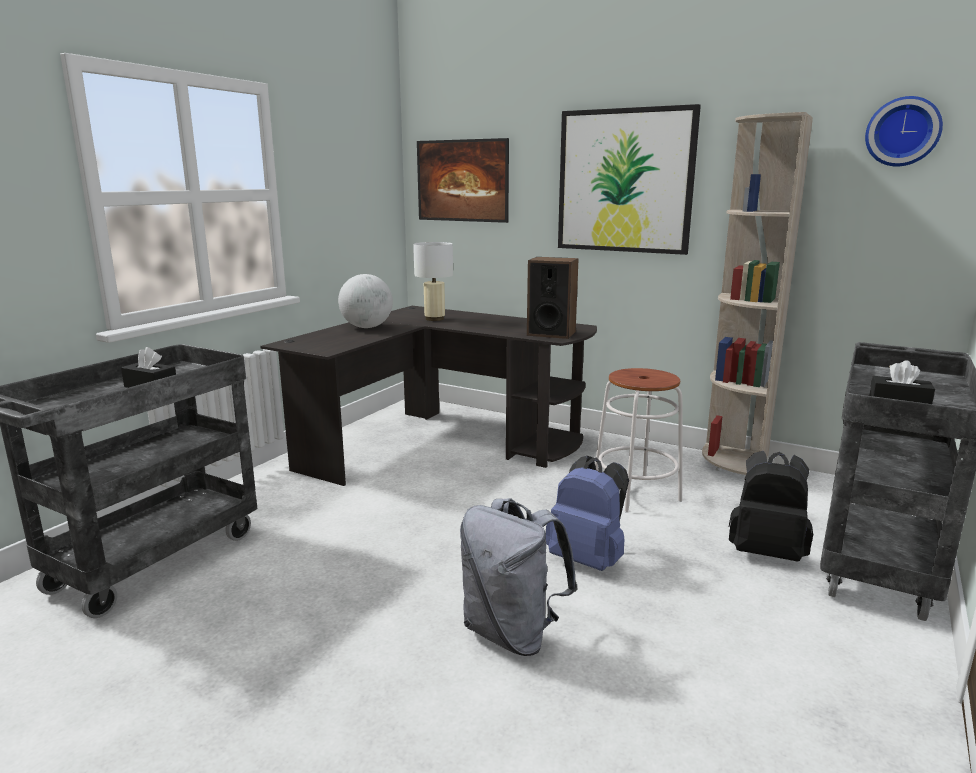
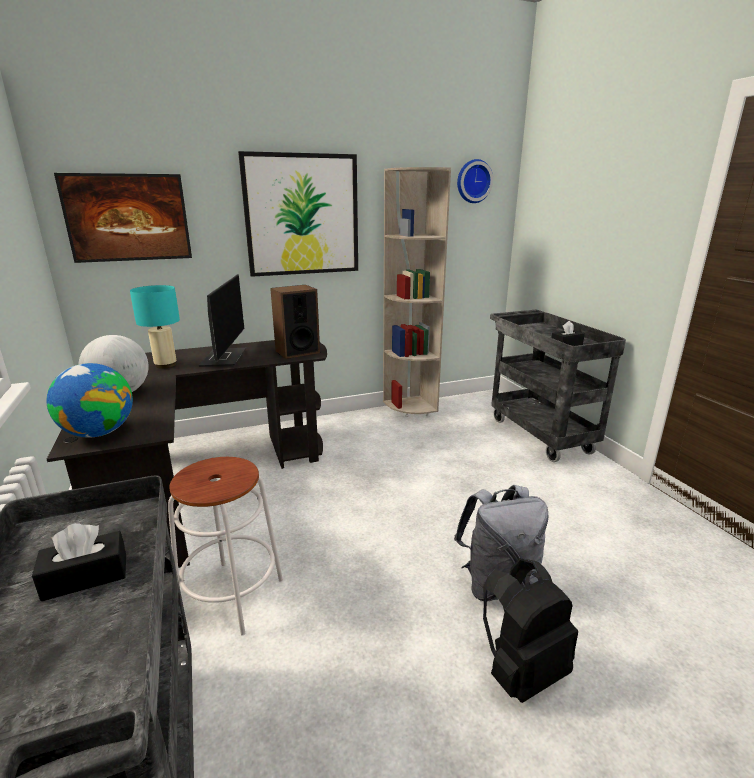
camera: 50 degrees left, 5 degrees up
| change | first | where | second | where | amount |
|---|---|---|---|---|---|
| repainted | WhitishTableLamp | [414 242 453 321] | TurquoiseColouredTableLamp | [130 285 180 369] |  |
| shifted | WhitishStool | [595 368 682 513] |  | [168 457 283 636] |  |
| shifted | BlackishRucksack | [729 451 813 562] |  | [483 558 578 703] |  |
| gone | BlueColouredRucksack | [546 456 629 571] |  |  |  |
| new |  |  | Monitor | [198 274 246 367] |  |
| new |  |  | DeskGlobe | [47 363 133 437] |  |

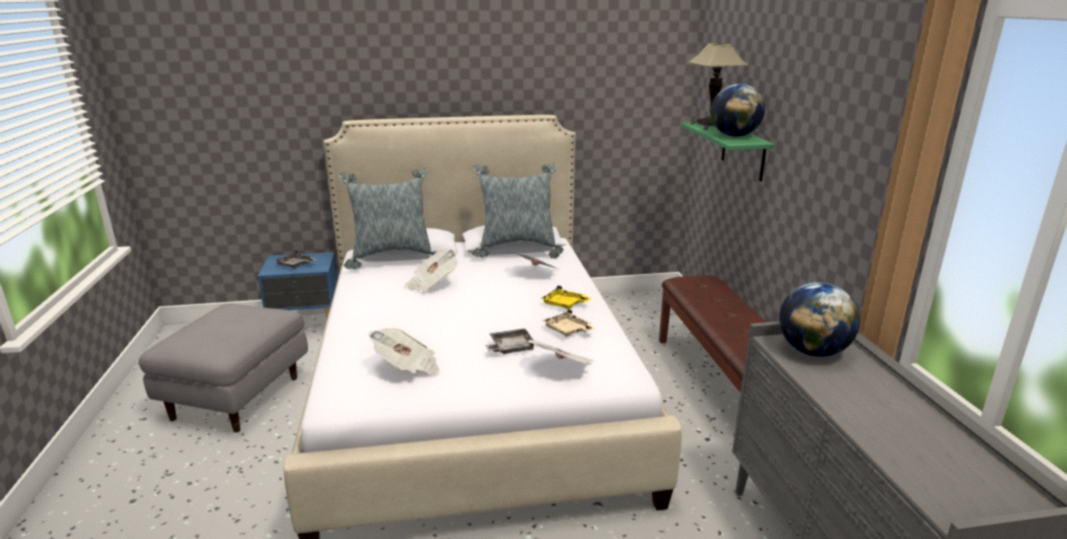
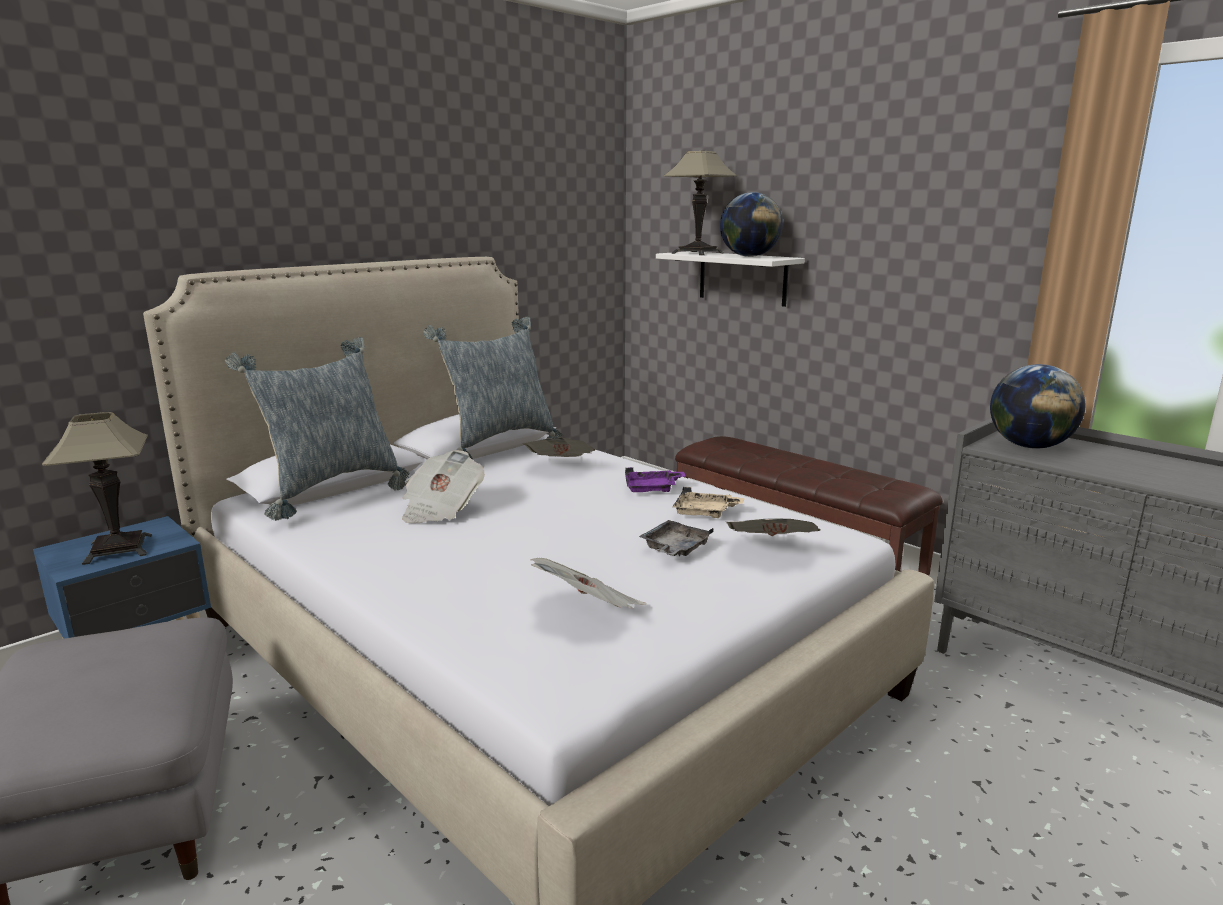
camera: 35 degrees left, 5 degrees down
| change | first | where | second | where | amount |
|---|---|---|---|---|---|
| repainted | GreenColouredWallShelf | [681 122 775 182] | WhitishWallShelf | [656 251 805 307] |  |
| swapped | GrayServingTray | [274 250 317 269] | TableLamp | [42 412 152 565] |  |
| repainted | YellowishServingTray | [541 285 592 309] | PurplishServingTray | [625 467 686 492] |  |

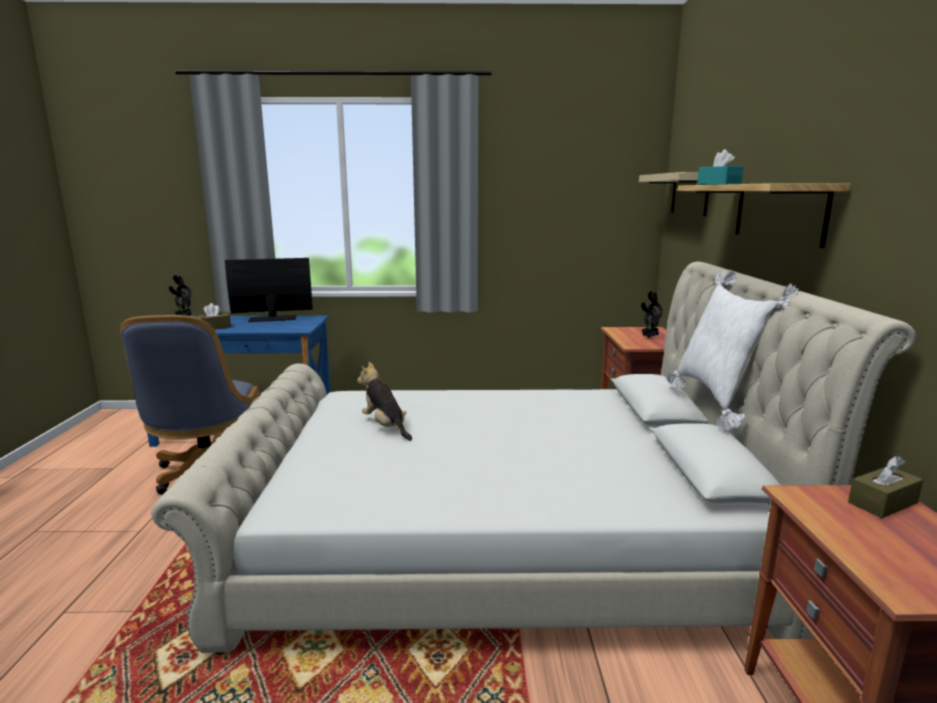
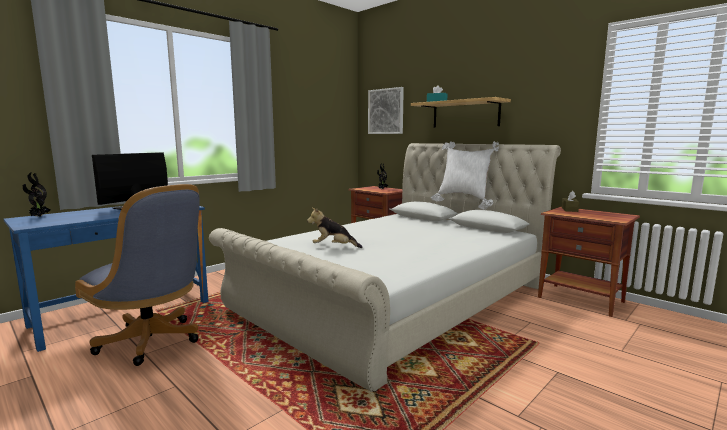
camera: 45 degrees left, 5 degrees down
| change | first | where | second | where | amount |
|---|---|---|---|---|---|
| swapped | BeigeColouredWallShelf | [639 172 709 216] | WallPicture | [368 87 404 134] |  |
| gone | BrownishTissueHolder | [196 303 231 330] |  |  |  |

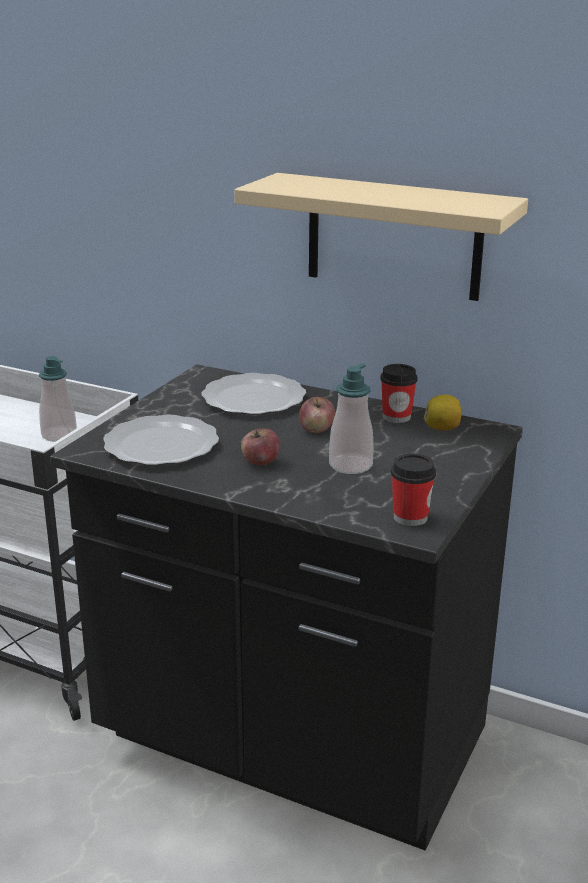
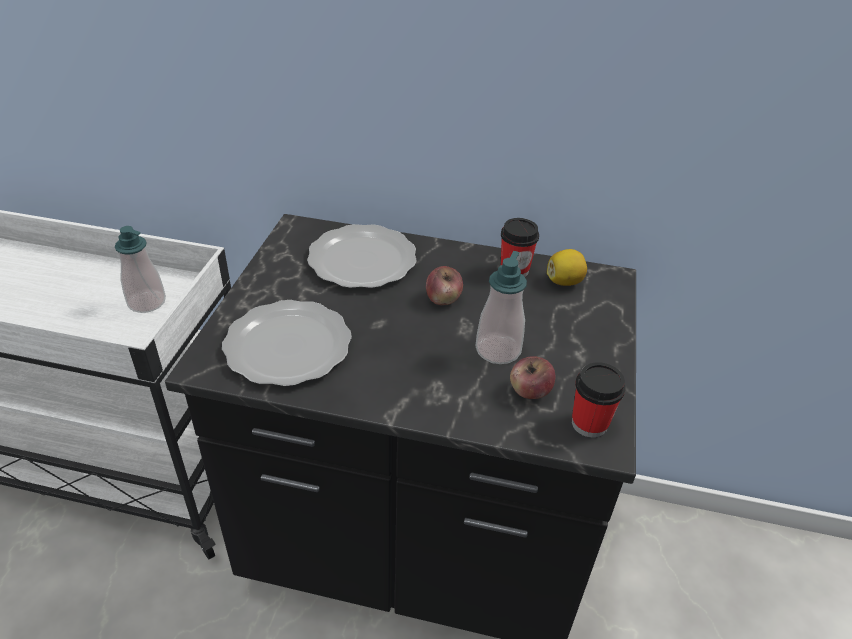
camera: 15 degrees left, 15 degrees up
| change | first | where | second | where | amount |
|---|---|---|---|---|---|
| gone | BeigeColouredWallShelf | [234 173 528 301] |  |  |  |
| shifted | WholeApple | [241 428 280 465] |  | [510 356 555 399] |  |

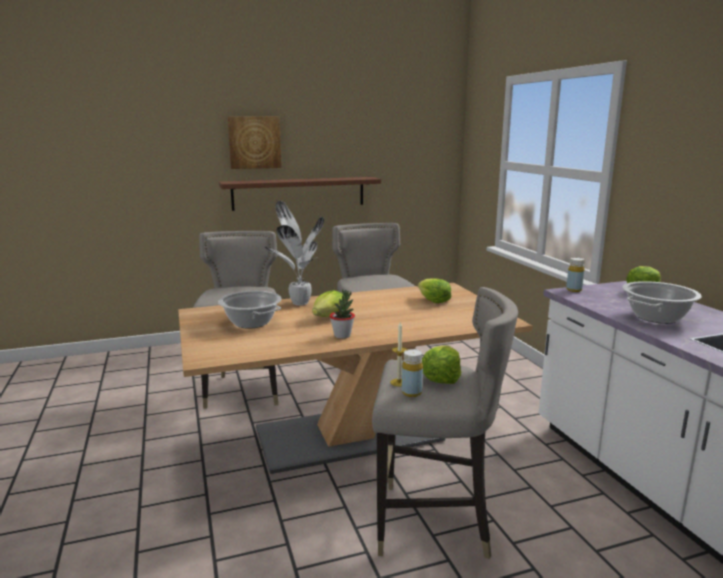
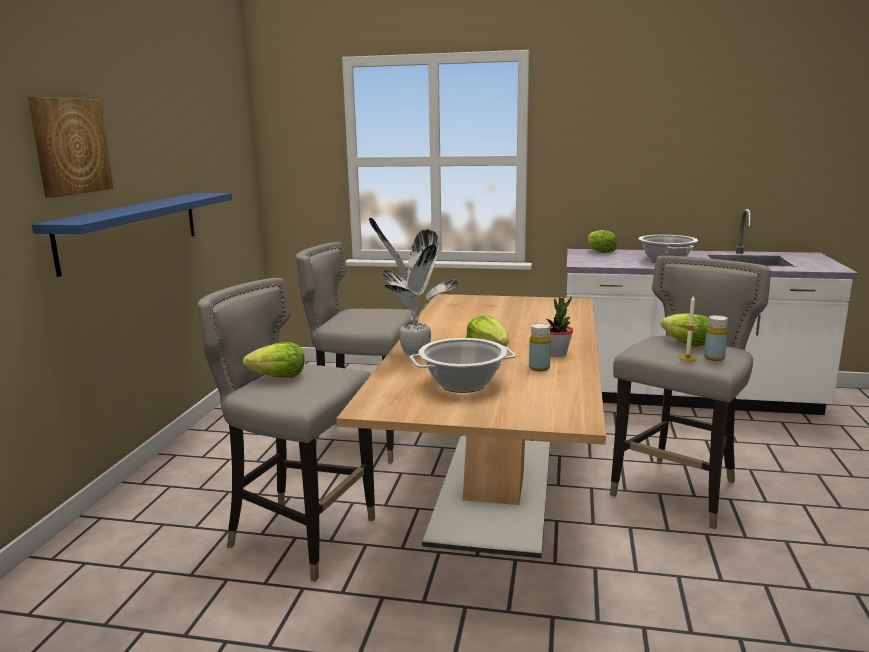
camera: 60 degrees left, 0 degrees up
| change | first | where | second | where | amount |
|---|---|---|---|---|---|
| repainted | BrownishWallShelf | [219 177 381 211] | BlueColouredWallShelf | [32 193 232 277] |  |
| shifted | YellowishBottle | [566 257 585 292] |  | [529 323 551 371] |  |
| shifted | LettuceHead | [418 278 451 303] |  | [243 342 304 378] |  |

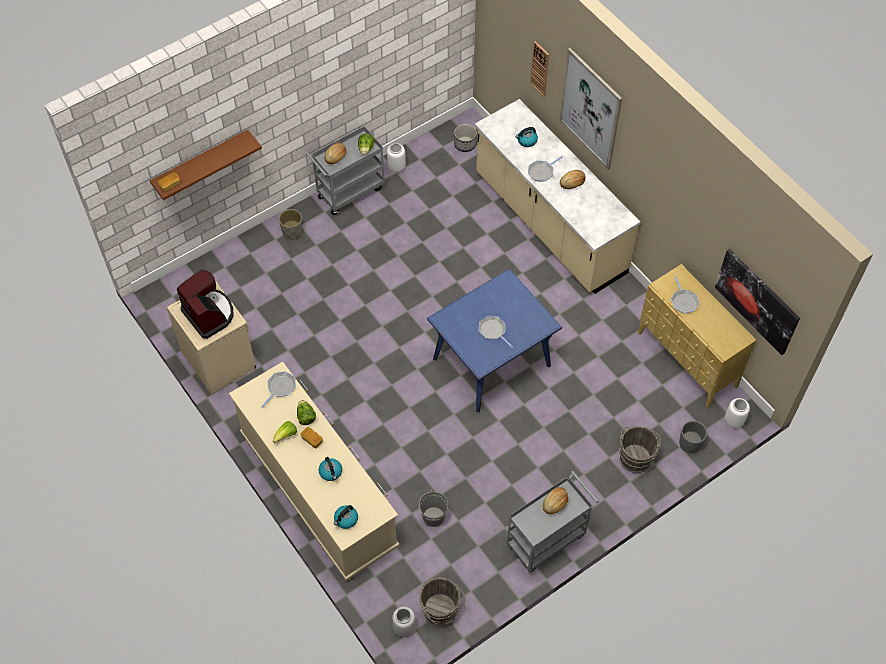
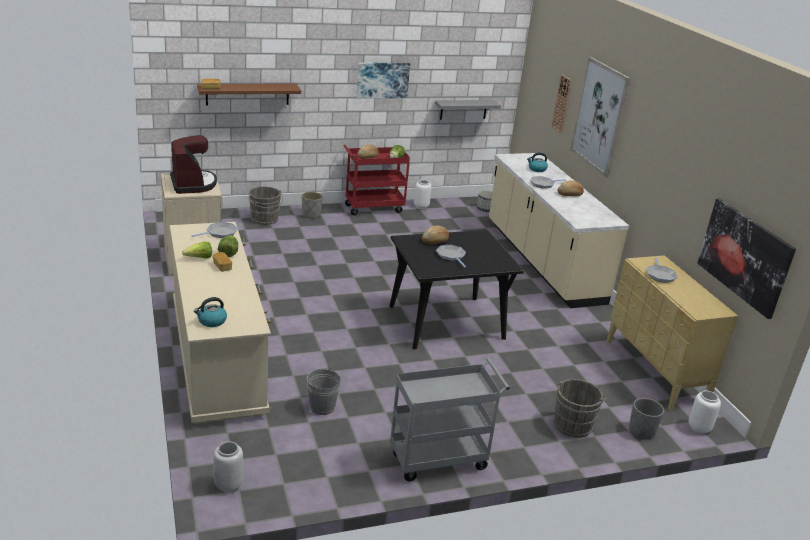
camera: 15 degrees right, 30 degrees down
| change | first | where | second | where | amount |
|---|---|---|---|---|---|
| repainted | GrayCart | [306 127 385 215] | ReddishCart | [344 145 410 215] |  |
| repainted | BlueColouredKitchenTable | [427 269 562 413] | BlackishKitchenTable | [389 230 524 349] |  |
| gone | TeaKettle | [319 457 342 481] |  |  |  |
| shifted | BakedBread | [543 487 568 514] |  | [422 226 449 244] |  |
| shifted | GrayBucket | [419 578 466 626] |  | [248 187 283 225] |  |
| new |  |  | WallPicture | [356 63 410 98] |  |
| new |  |  | GrayWallShelf | [435 100 501 120] |  |

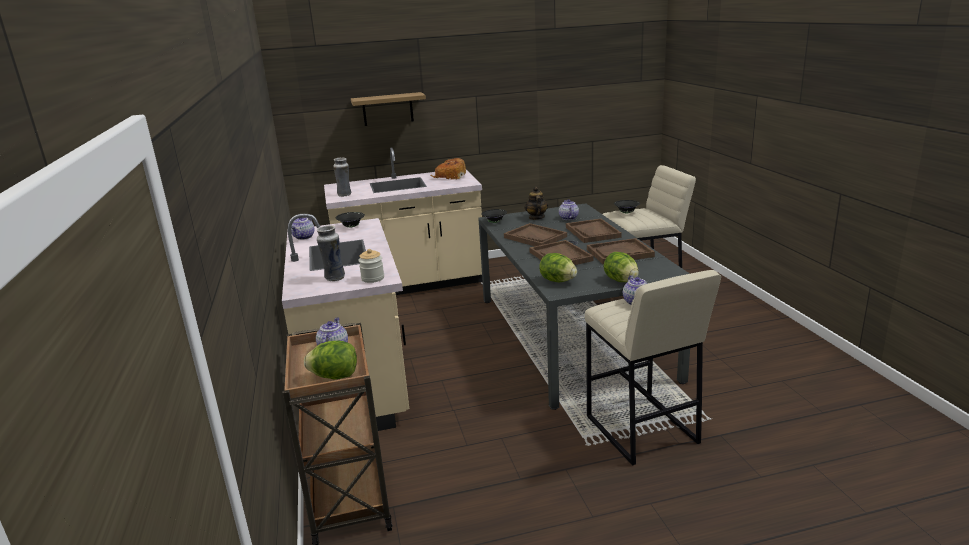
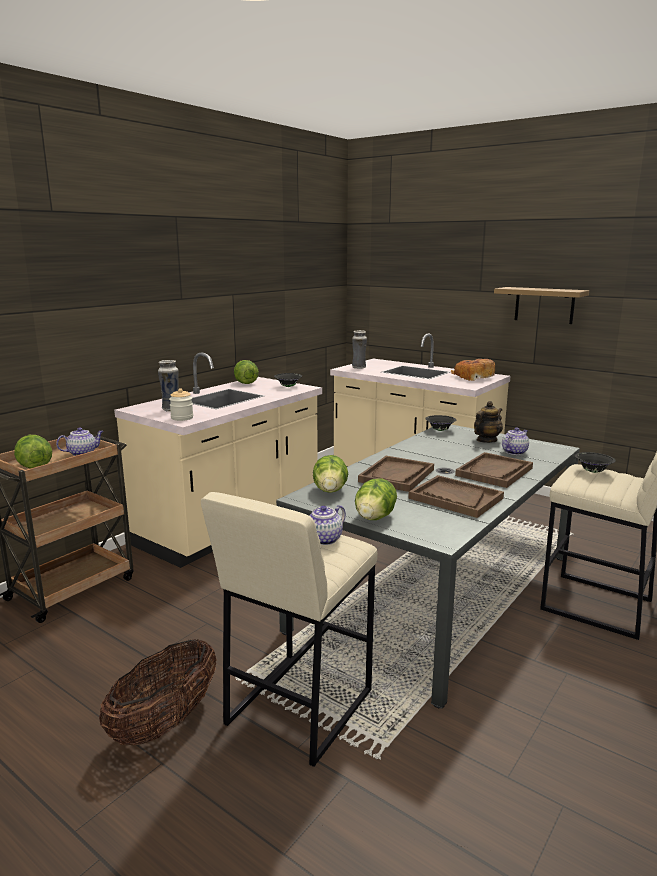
camera: 50 degrees right, 5 degrees down
| change | first | where | second | where | amount |
|---|---|---|---|---|---|
| shifted | WallShelf | [351 92 426 126] |  | [494 287 589 324] |  |
| swapped | PotForTea | [291 217 315 240] | LettuceHead | [234 360 259 384] |  |
| gone | BrownishServingTray | [504 223 567 246] |  |  |  |
| new |  |  | StorageBasket | [99 639 217 745] |  |

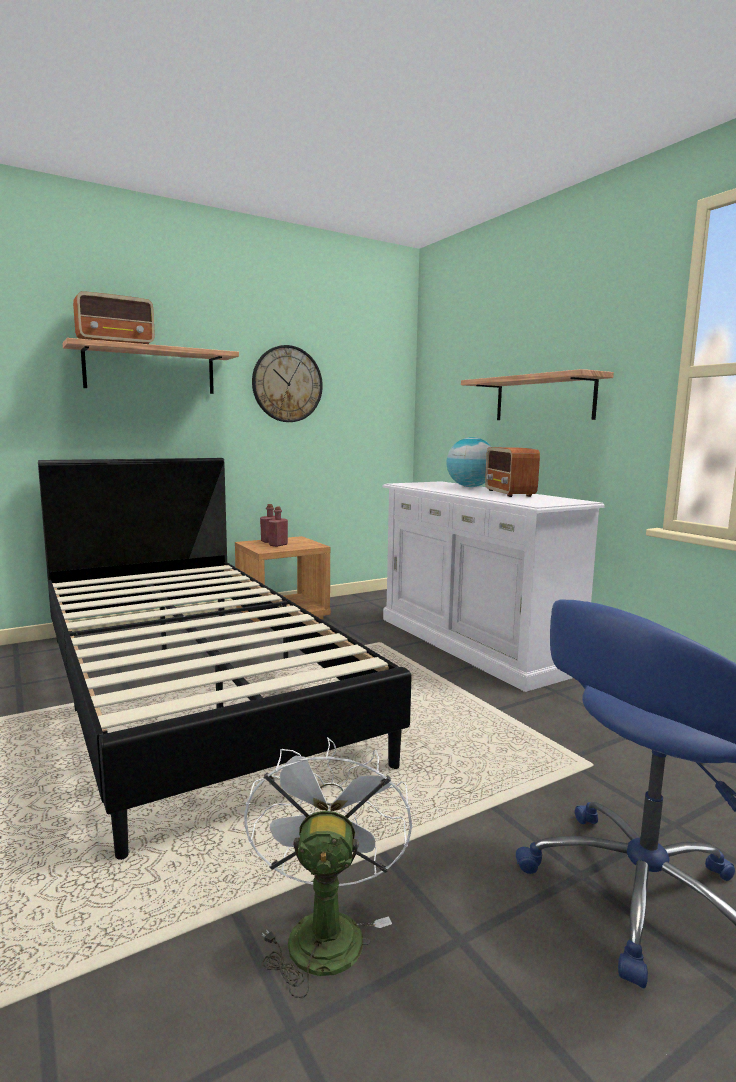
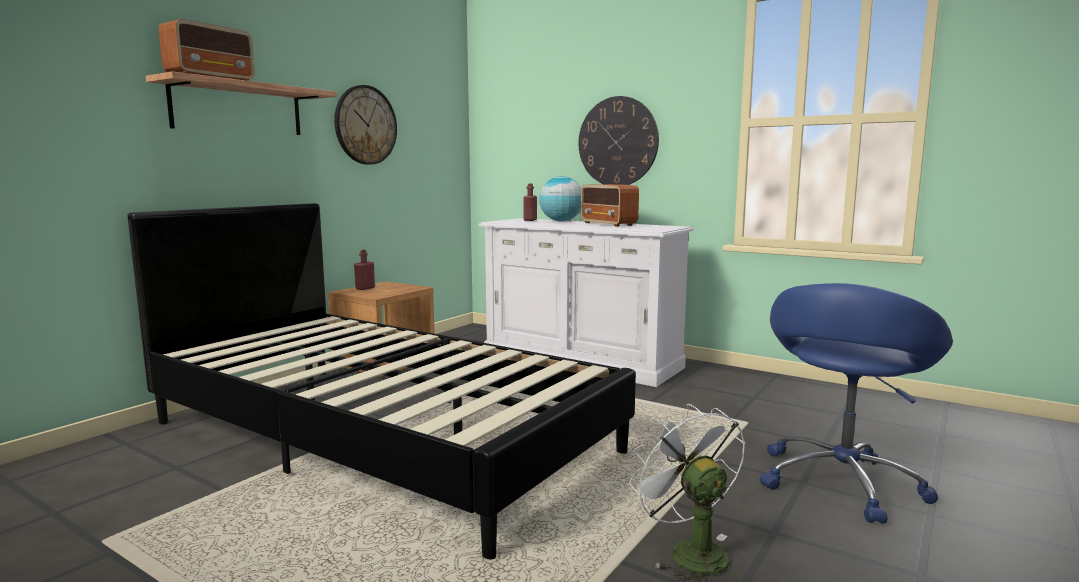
camera: 25 degrees left, 0 degrees up
| change | first | where | second | where | amount |
|---|---|---|---|---|---|
| swapped | WallShelf | [461 369 614 420] | HangingClock | [579 96 659 185] |  |
| shifted | ReddishBottle | [268 507 288 547] |  | [523 183 537 221] |  |

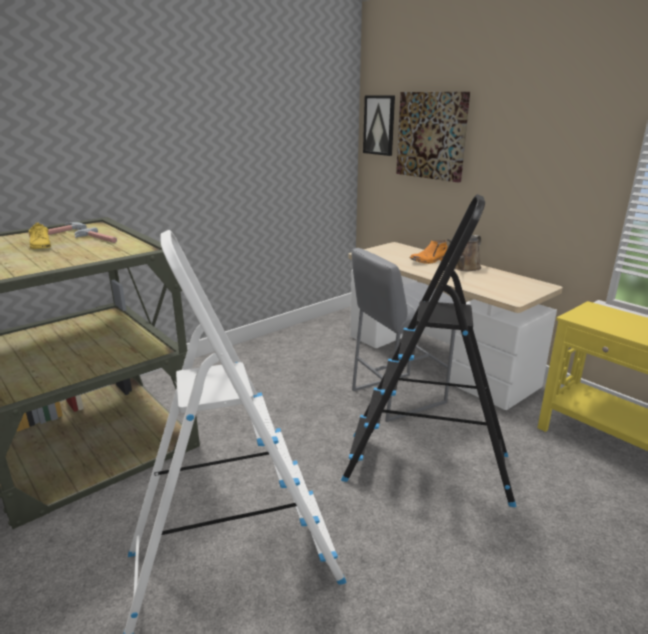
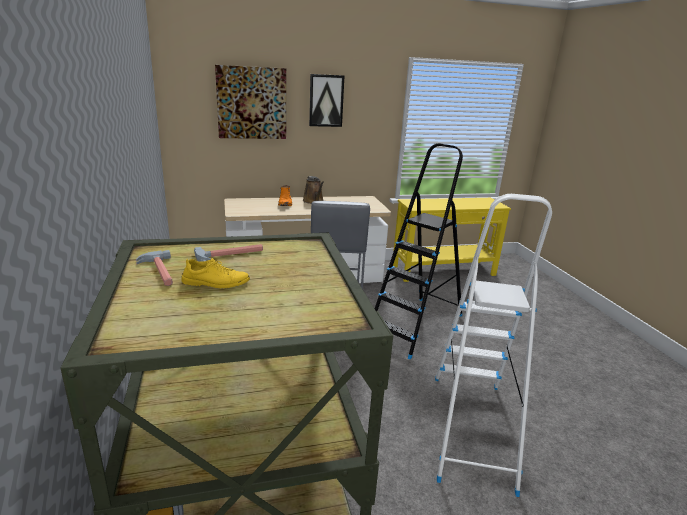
camera: 65 degrees left, 0 degrees up
| change | first | where | second | where | amount |
|---|---|---|---|---|---|
| shifted | WallPicture | [363 95 395 156] |  | [309 74 344 127] |  |

